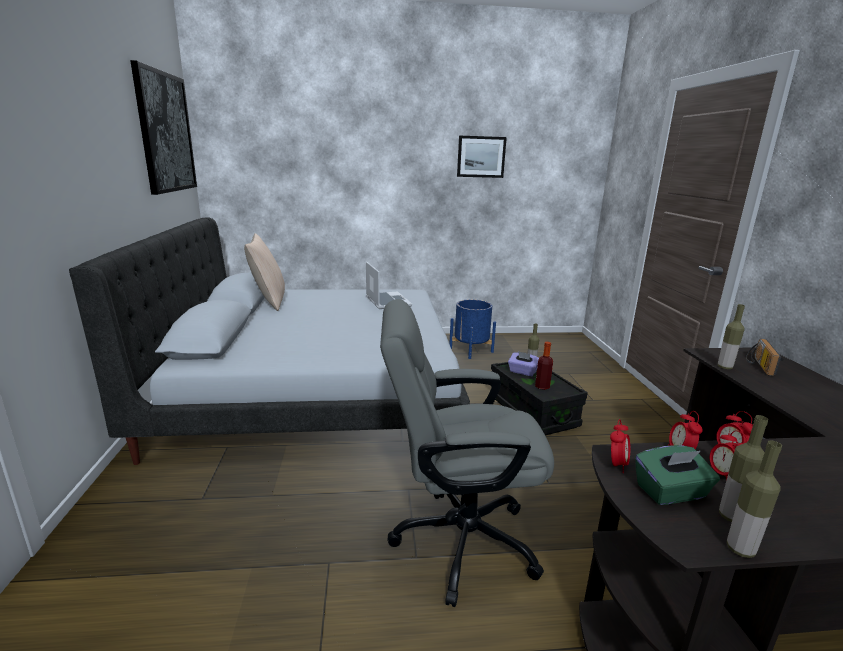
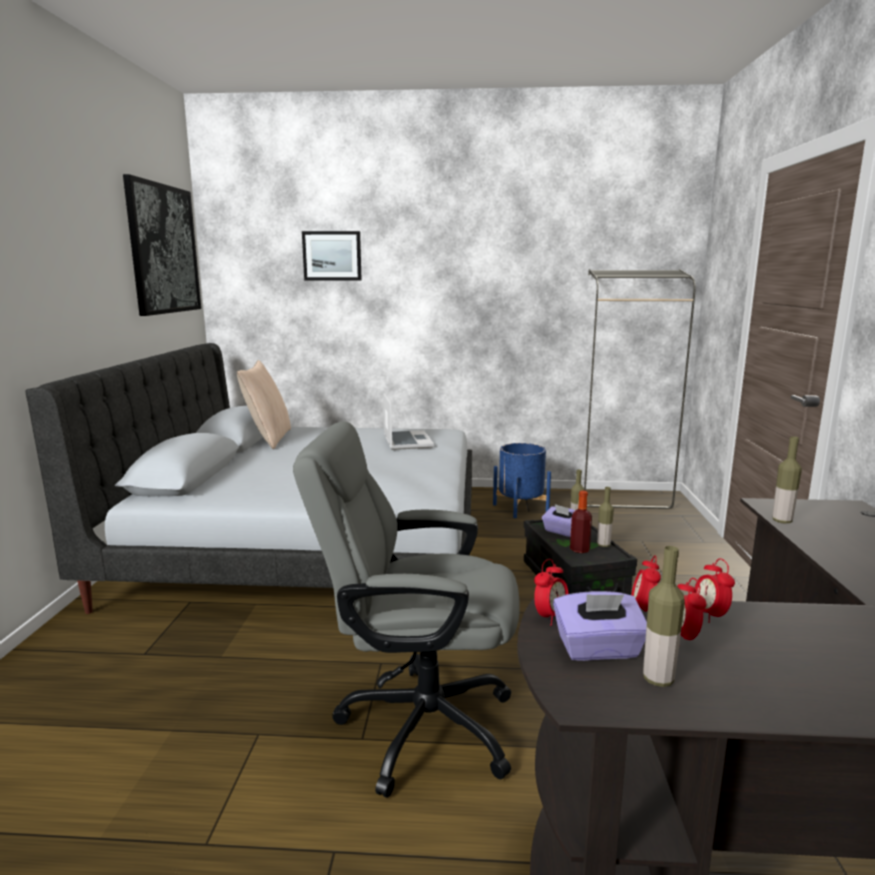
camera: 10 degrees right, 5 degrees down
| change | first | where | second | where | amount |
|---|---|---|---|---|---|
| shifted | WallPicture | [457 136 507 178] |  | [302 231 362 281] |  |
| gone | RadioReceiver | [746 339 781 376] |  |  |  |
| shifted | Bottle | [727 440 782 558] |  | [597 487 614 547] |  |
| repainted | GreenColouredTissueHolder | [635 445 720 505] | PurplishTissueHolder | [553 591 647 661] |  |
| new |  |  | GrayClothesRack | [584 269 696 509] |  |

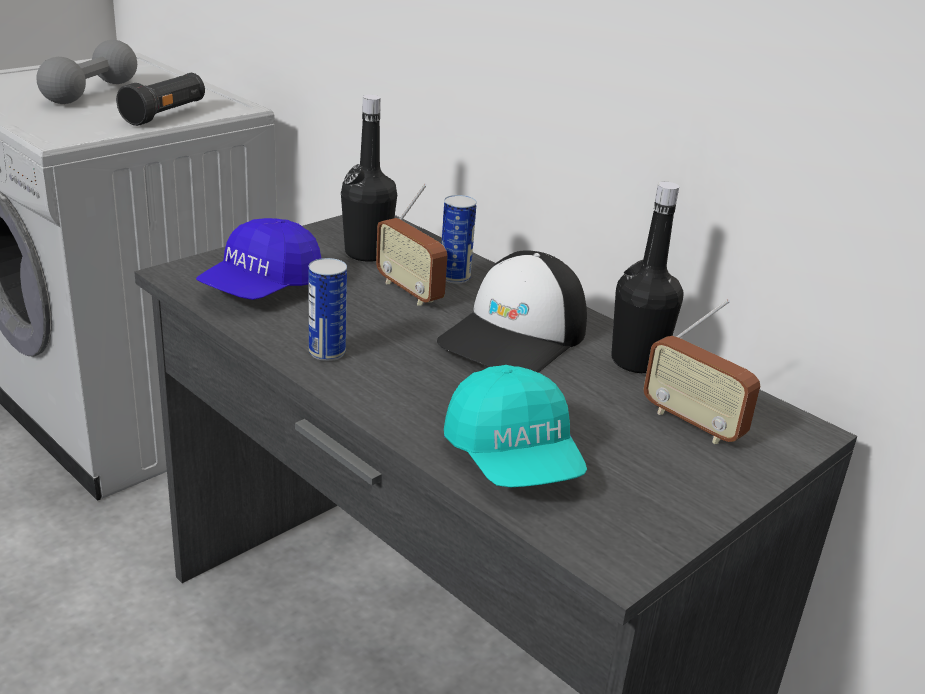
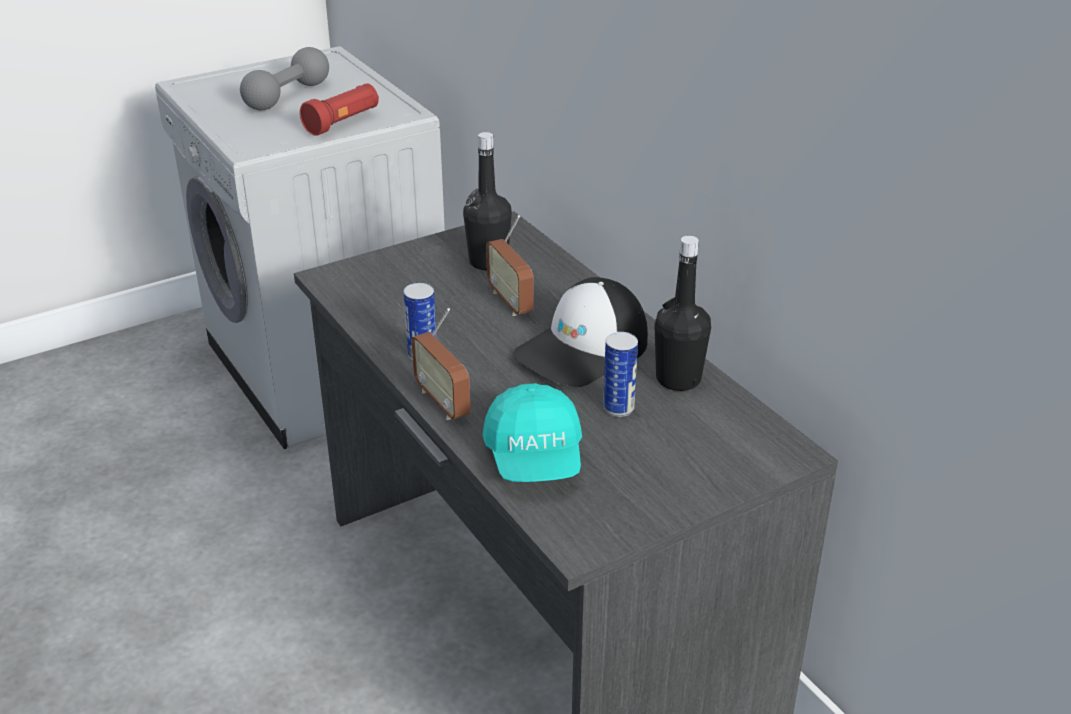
camera: 15 degrees right, 5 degrees up
| change | first | where | second | where | amount |
|---|---|---|---|---|---|
| repainted | BlackishFlashlight | [116 73 205 126] | ReddishFlashlight | [300 83 379 136] |  |
| shifted | MetalCan | [441 195 477 284] |  | [603 332 638 417] |  |
| gone | BlueColouredCap | [196 218 321 300] |  |  |  |
| shifted | RadioReceiver | [644 299 760 444] |  | [411 308 471 420] |  |

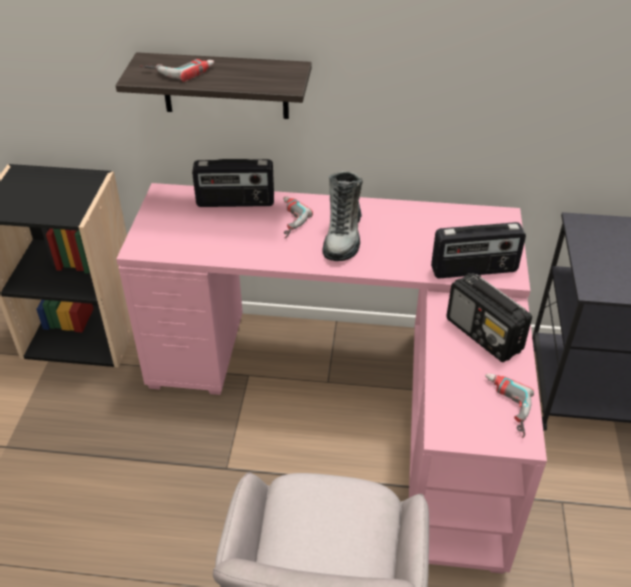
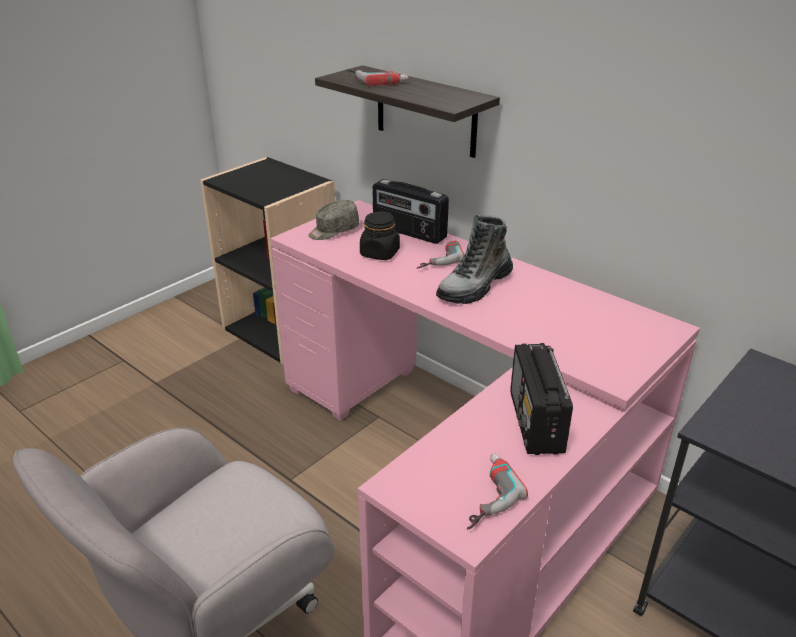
camera: 35 degrees right, 10 degrees down
| change | first | where | second | where | amount |
|---|---|---|---|---|---|
| gone | RadioReceiver | [431 222 526 278] |  |  |  |
| new |  |  | GrayCap | [309 200 359 240] |  |
| new |  |  | BlackishPreserveJar | [360 211 400 260] |  |

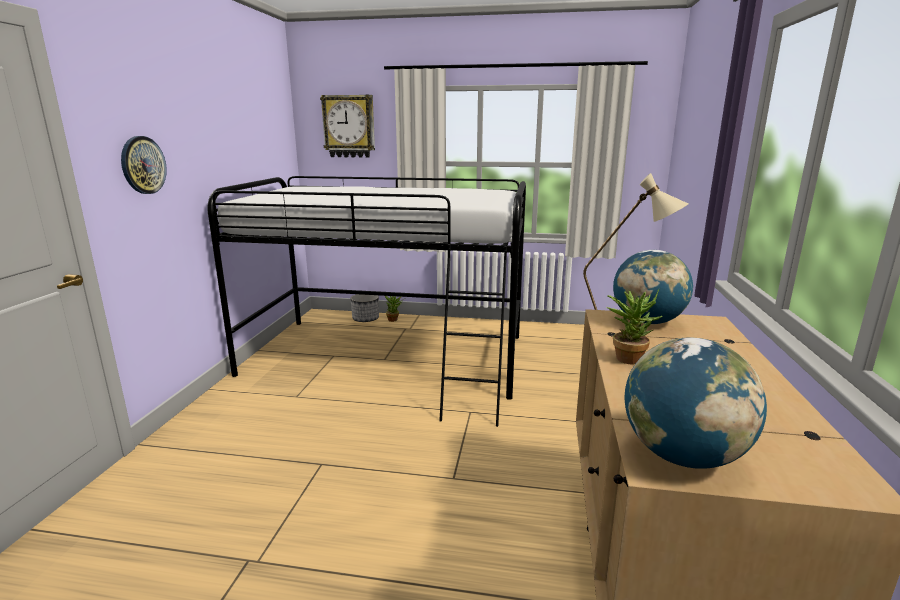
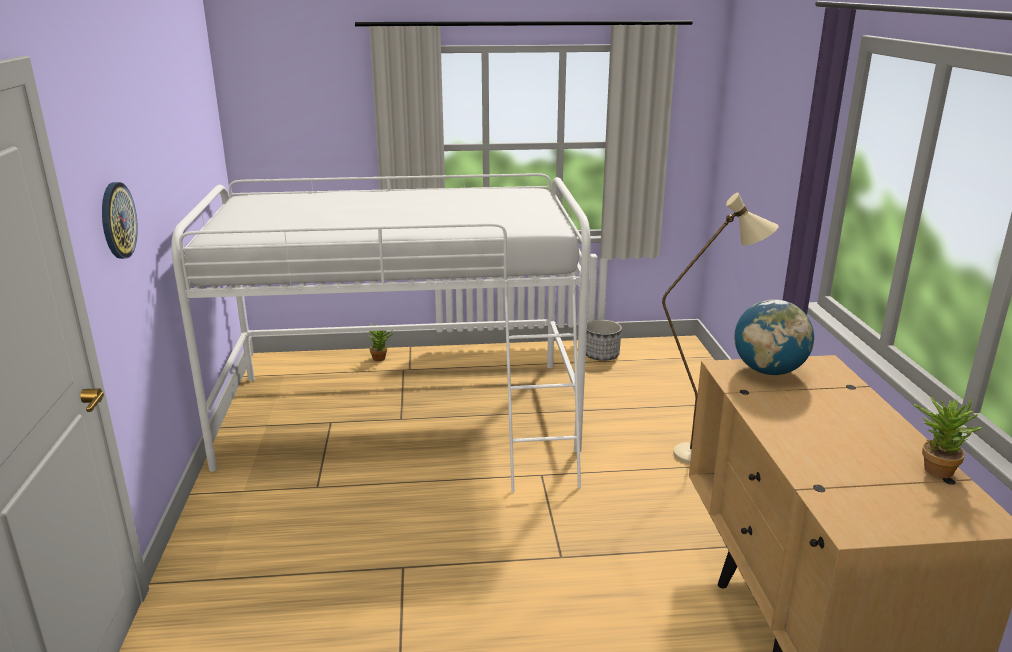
camera: 15 degrees left, 5 degrees up
| change | first | where | second | where | amount |
|---|---|---|---|---|---|
| gone | HangingClock | [320 95 375 158] |  |  |  |
| repainted | BlackishBed | [208 176 526 427] | WhitishBed | [171 173 591 492] |  |
| shifted | Houseplant | [606 289 663 364] |  | [913 396 982 478] |  |
| shifted | PlantPot | [351 294 379 322] |  | [586 320 622 361] |  |
| gone | DeskGlobe | [625 337 767 469] |  |  |  |

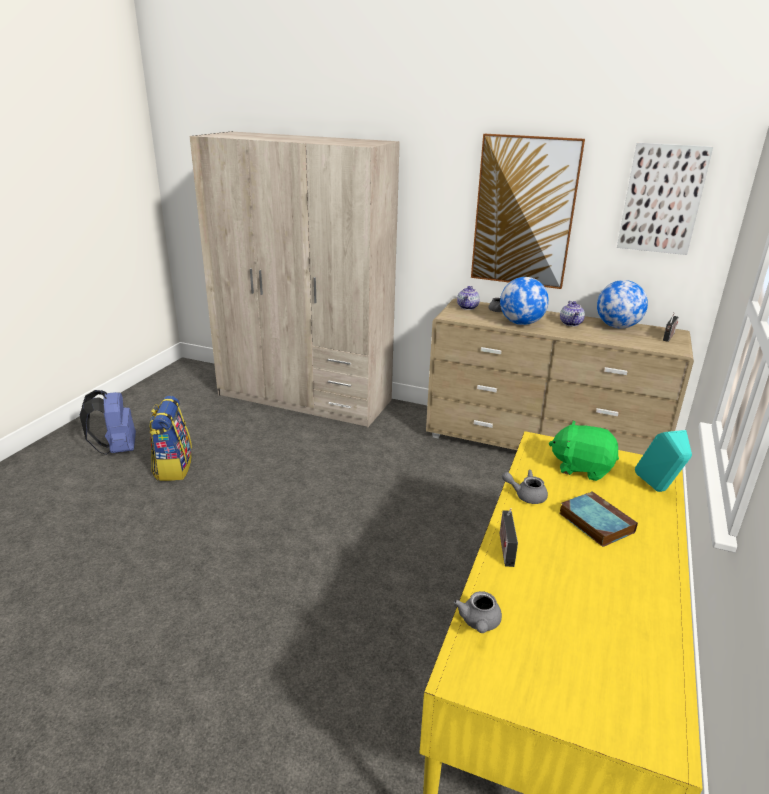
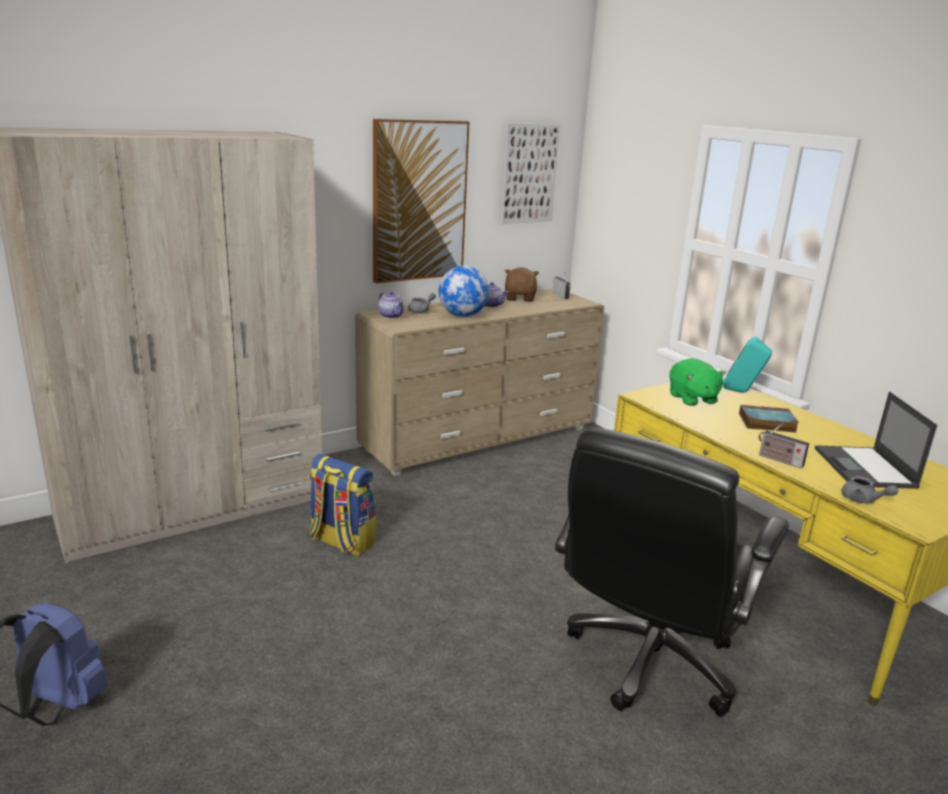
camera: 55 degrees left, 5 degrees down
| change | first | where | second | where | amount |
|---|---|---|---|---|---|
| swapped | DeskGlobe | [597 280 648 329] | BrownishSoftToy | [505 267 539 302] |  |
| shifted | Rucksack | [149 396 192 481] |  | [309 454 376 556] |  |
| rotated | GreenColouredSoftToy | [549 420 619 481] |  | [669 358 726 406] | 75 degrees counterclockwise |
| gone | GrayPotForTea | [502 470 548 504] |  |  |  |
| new |  |  | NotebookComputer | [815 392 937 489] |  |
| new |  |  | BlackishComputerChair | [555 428 789 717] |  |

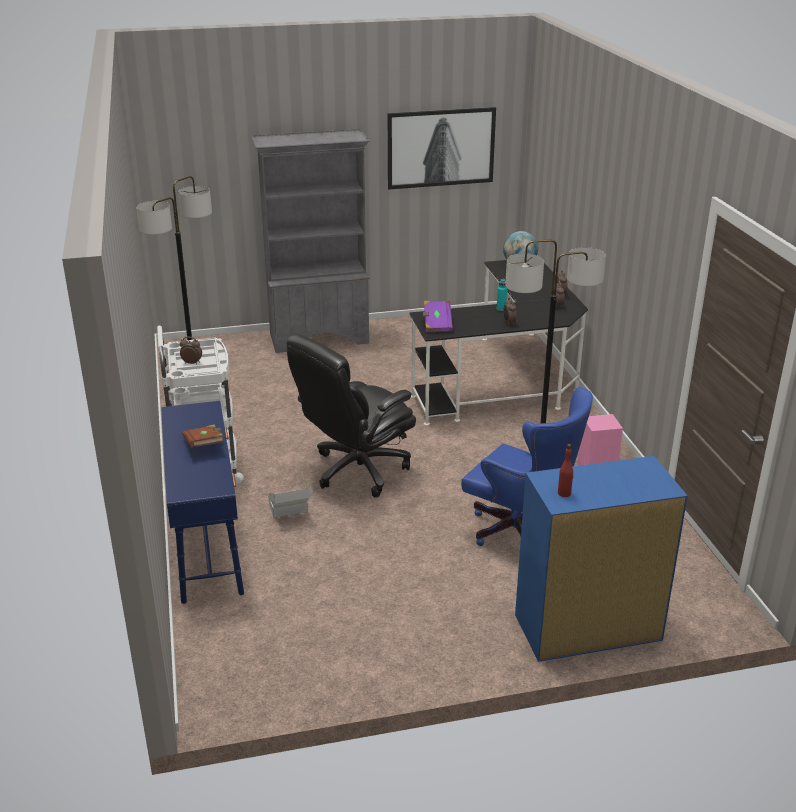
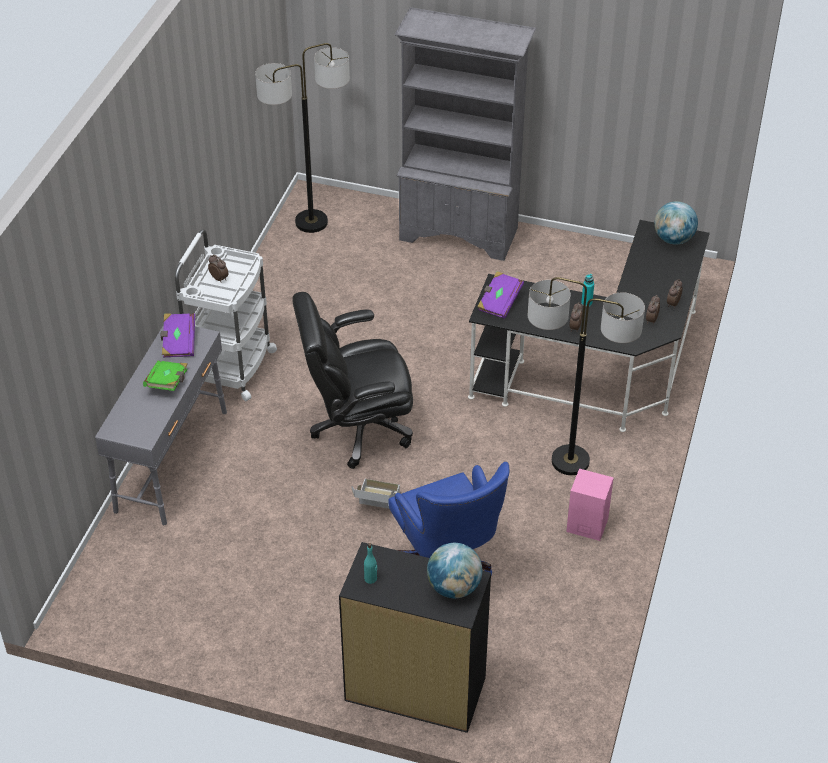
camera: 30 degrees right, 15 degrees up
| change | first | where | second | where | amount |
|---|---|---|---|---|---|
| gone | WallPicture | [388 107 496 190] |  |  |  |
| repainted | BlueColouredHallTable | [161 401 244 604] | GrayHallTable | [95 325 227 525] |  |
| repainted | BrownishVolume | [182 425 224 447] | GreenColouredVolume | [143 361 188 391] |  |
| repainted | ReddishBottle | [558 444 573 497] | TurquoiseColouredBottle | [364 543 377 584] |  |
| repainted | BlueColouredStorageCabinet | [515 456 688 662] | BlackishStorageCabinet | [339 542 491 733] |  |
| shifted | CardboardBox | [268 486 313 518] |  | [352 479 400 509] |  |
| new |  |  | PurplishVolume | [160 314 195 357] |  |
| new |  |  | DeskGlobe | [427 543 482 598] |  |

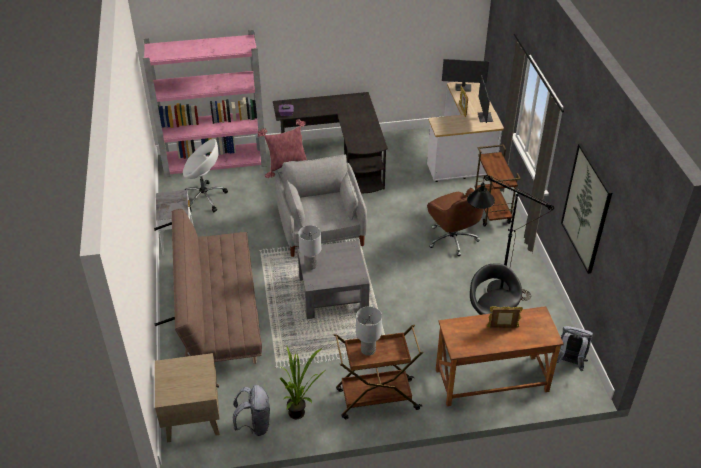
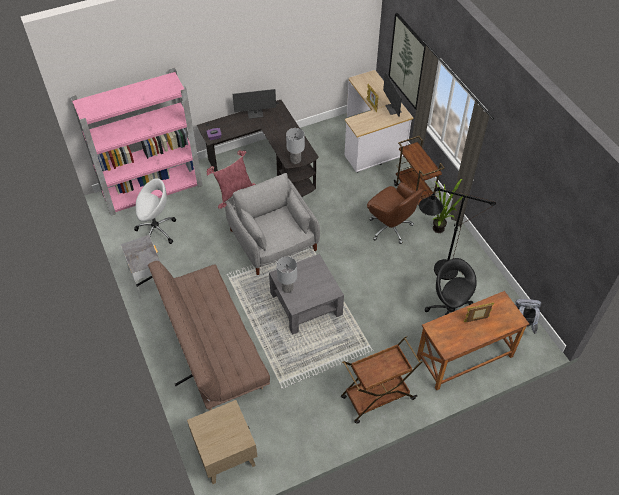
camera: 15 degrees left, 10 degrees up
| change | first | where | second | where | amount |
|---|---|---|---|---|---|
| shifted | Monitor | [442 59 489 92] |  | [233 89 276 119] |  |
| shifted | WallPicture | [561 143 612 274] |  | [389 13 426 110] |  |
| shifted | GrayTableLamp | [356 306 382 356] |  | [286 128 305 164] |  |
| shifted | Houseplant | [279 347 324 419] |  | [433 179 463 233] |  |
| gone | GrayRucksack | [233 385 270 436] |  |  |  |

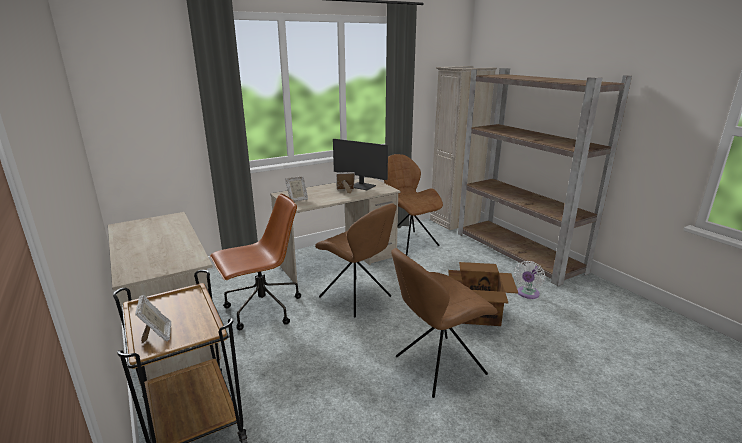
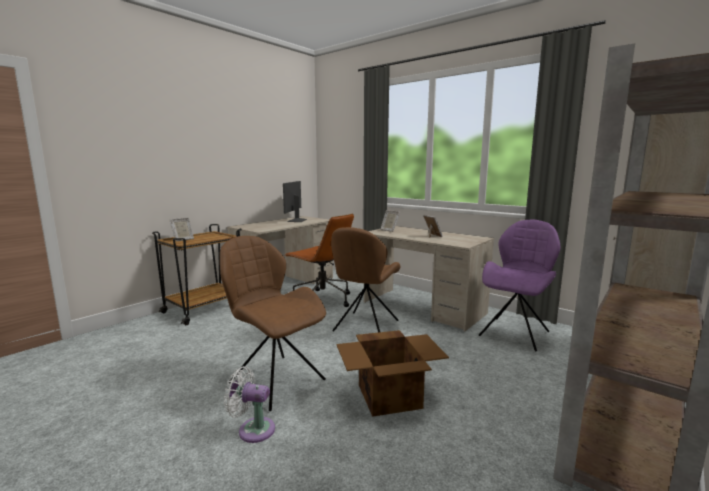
camera: 70 degrees right, 10 degrees down
| change | first | where | second | where | amount |
|---|---|---|---|---|---|
| shifted | Monitor | [333 139 388 190] |  | [283 181 307 222] |  |
| repainted | BrownishPlainChair | [384 154 443 255] | PurplishPlainChair | [479 220 560 352] |  |
| shifted | WhitishCoolingFan | [514 261 545 299] |  | [224 366 275 443] |  |

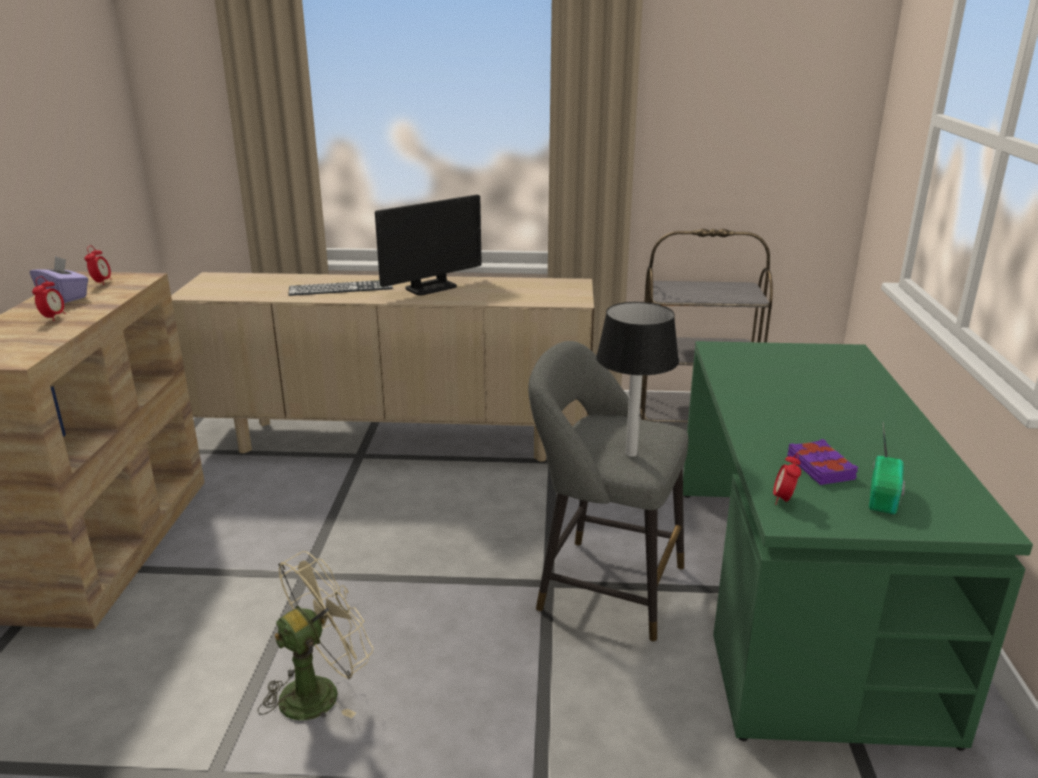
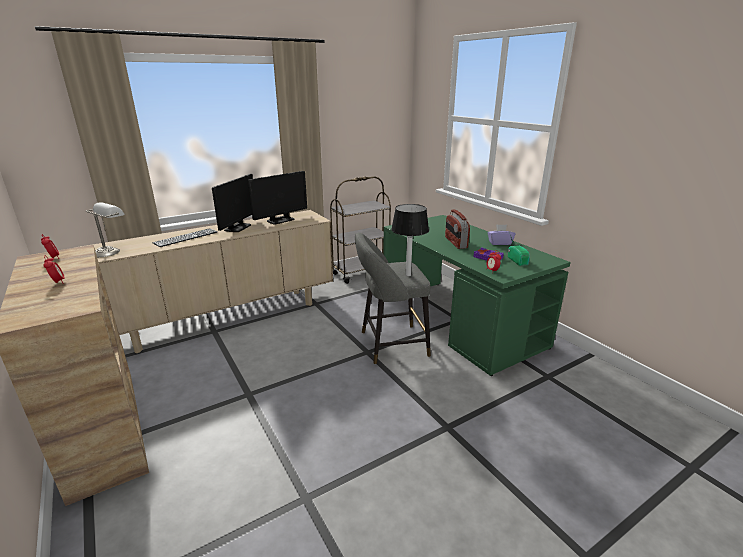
camera: 35 degrees left, 0 degrees up
| change | first | where | second | where | amount |
|---|---|---|---|---|---|
| shifted | PurplishTissueHolder | [30 256 89 303] |  | [487 224 516 245] |  |
| gone | BeigeColouredCoolingFan | [258 551 373 720] |  |  |  |
| new |  |  | Monitor | [248 171 307 224] |  |
| new |  |  | WhitishTableLamp | [86 202 125 257] |  |
| new |  |  | RadioReceiver | [445 209 470 249] |  |

